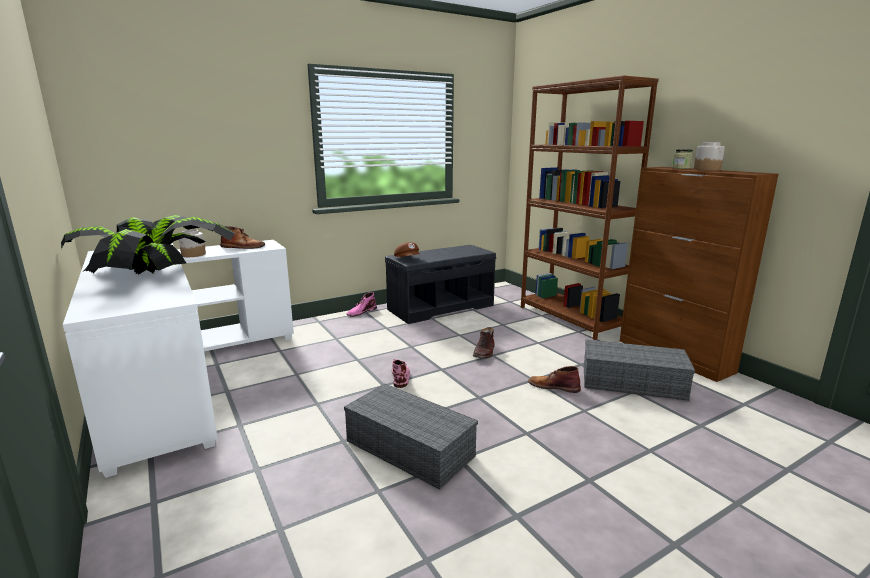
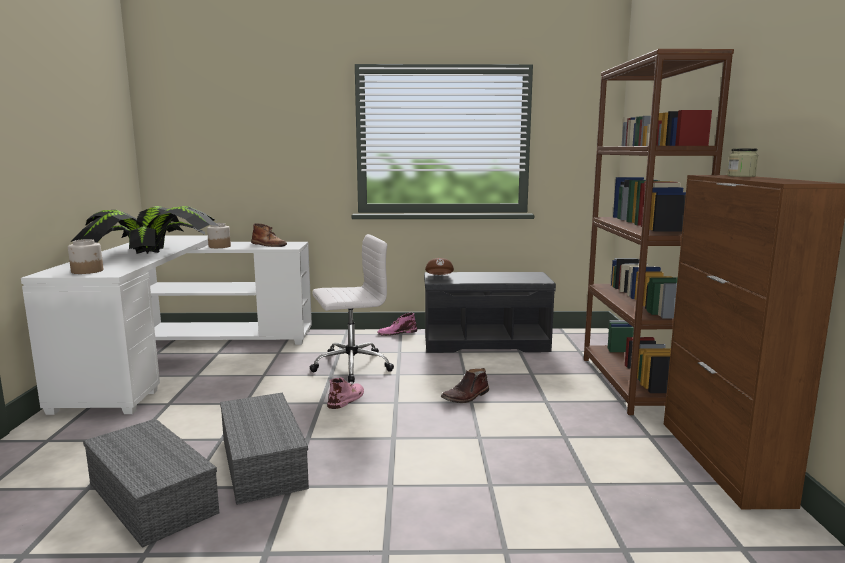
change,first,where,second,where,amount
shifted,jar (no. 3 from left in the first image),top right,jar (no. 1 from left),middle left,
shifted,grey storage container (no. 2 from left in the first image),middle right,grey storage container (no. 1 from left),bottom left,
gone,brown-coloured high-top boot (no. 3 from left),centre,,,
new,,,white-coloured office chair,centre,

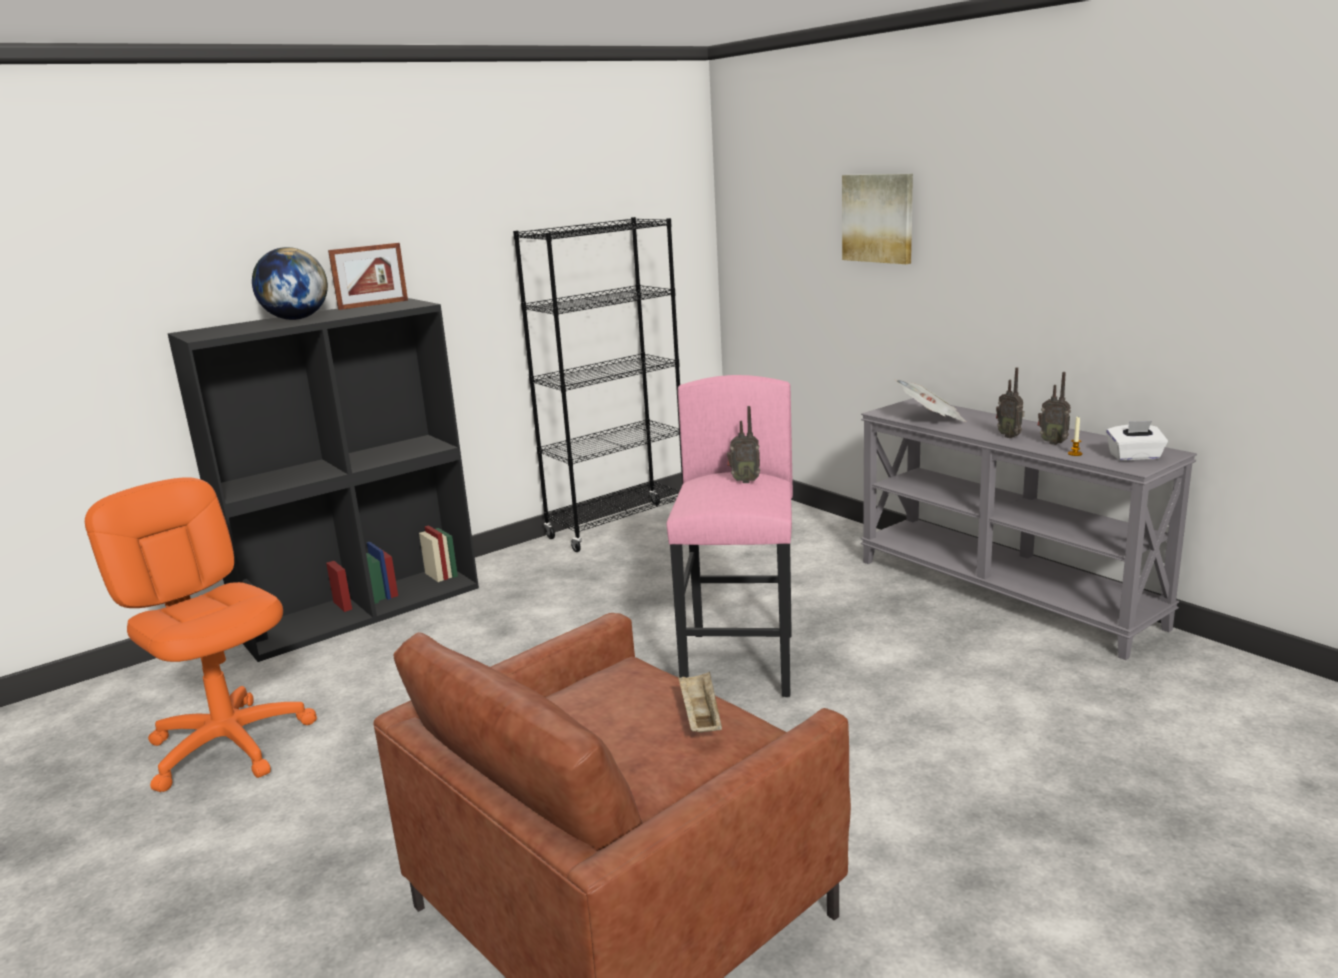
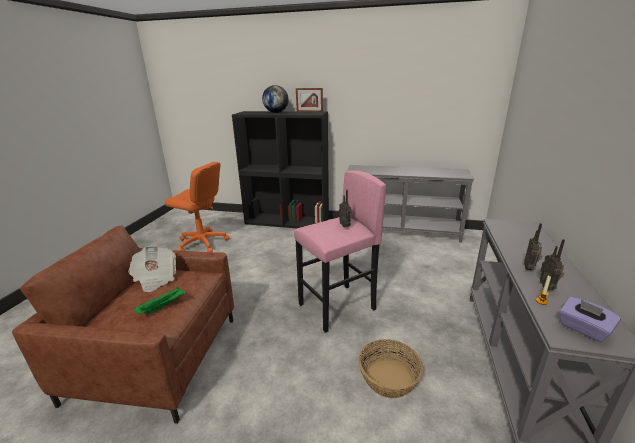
change,first,where,second,where,amount
gone,picture,top centre,,,
swapped,black-coloured bookshelf (no. 2 from left),centre,grey console table (no. 1 from left),centre,
shifted,daily paper,middle right,,middle left,
repainted,white-coloured box of tissues,middle right,purplish box of tissues,bottom right,
rotated,orange office chair,middle left,,middle left,105 degrees clockwise
repainted,beige tray,bottom centre,green tray,bottom left,
new,,,household basket,bottom centre,

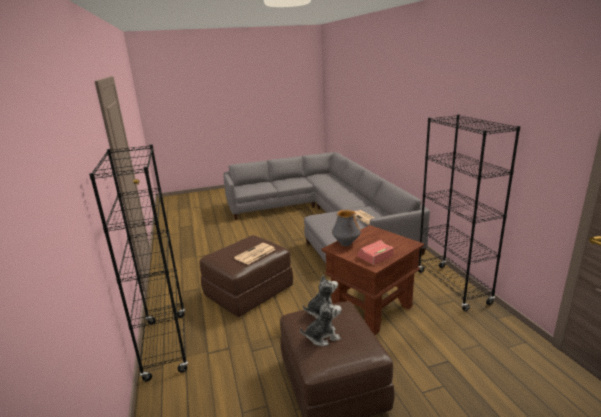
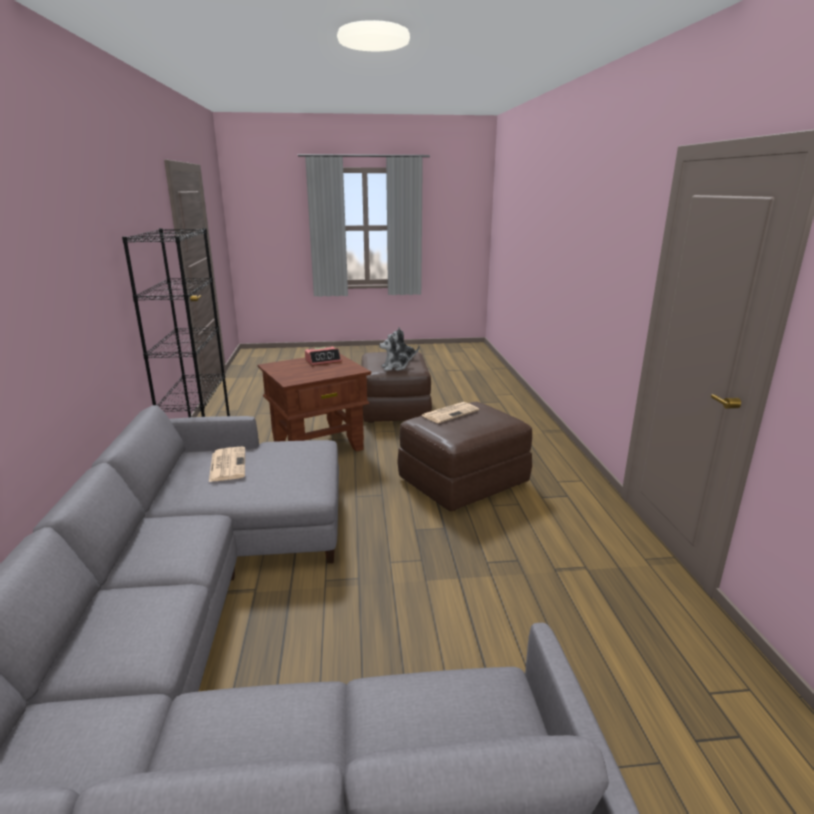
change,first,where,second,where,amount
gone,black-coloured bookshelf (no. 1 from left),middle left,,,
gone,decorative vase,centre,,,

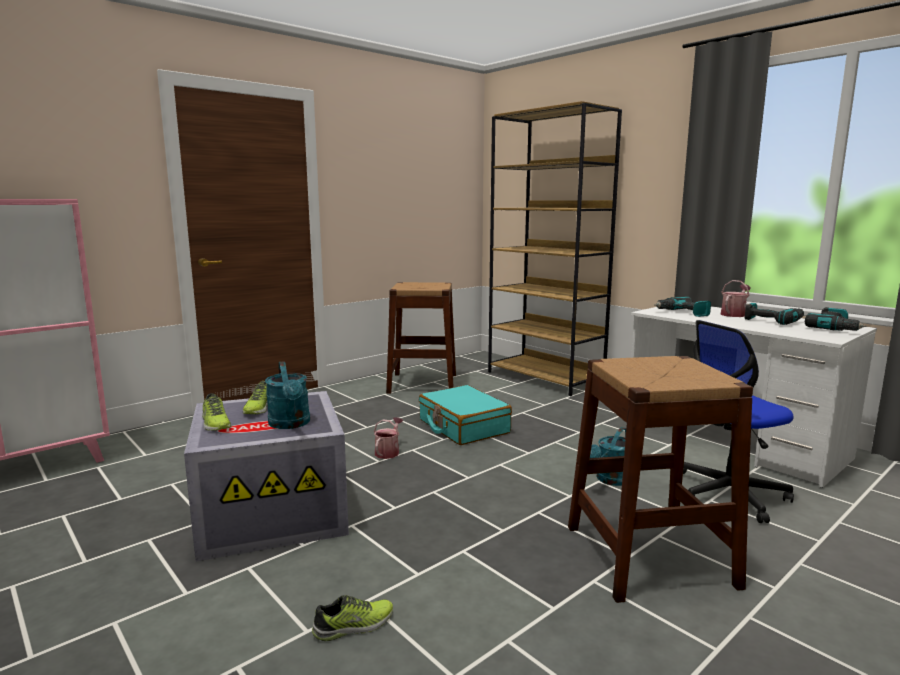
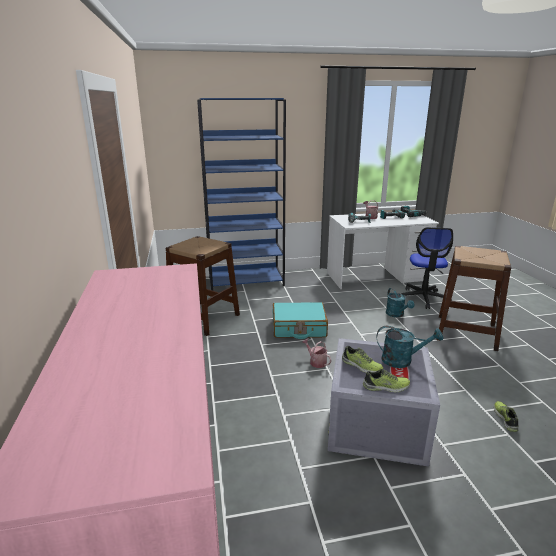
change,first,where,second,where,amount
repainted,brown-coloured bookshelf,centre,blue-coloured bookshelf,centre,

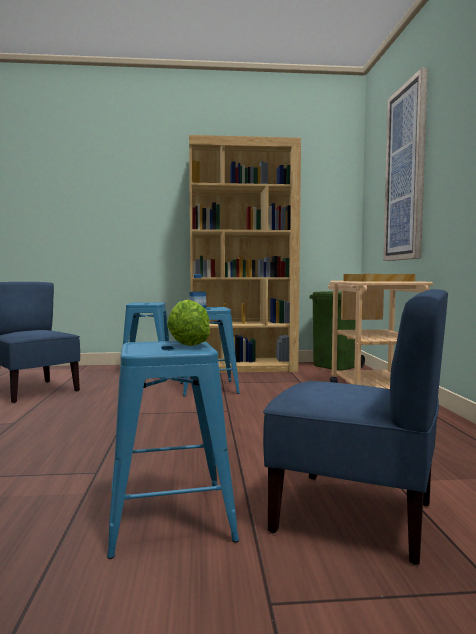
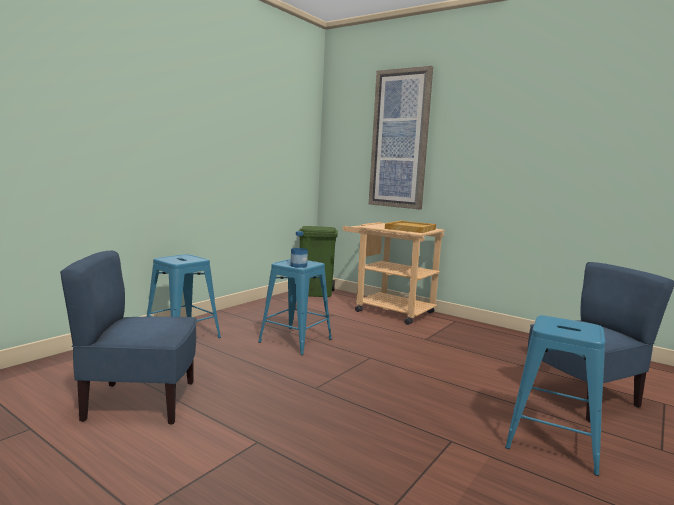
change,first,where,second,where,amount
gone,brown-coloured bookshelf,centre,,,
gone,head of lettuce,centre,,,

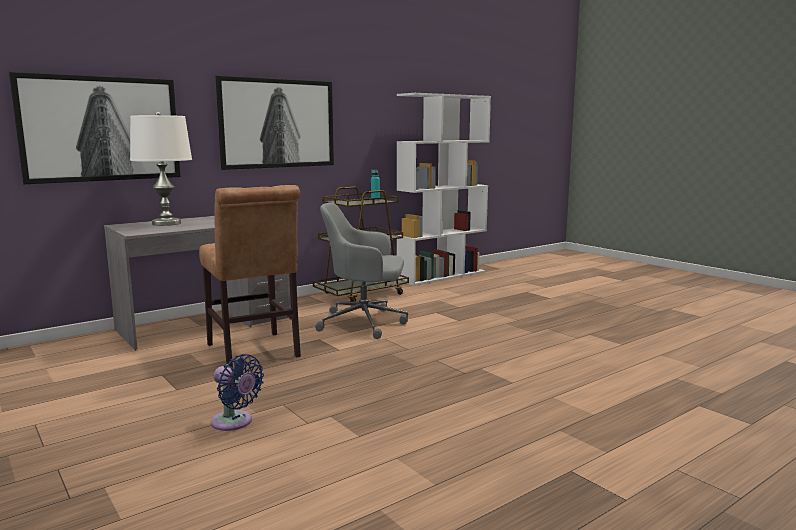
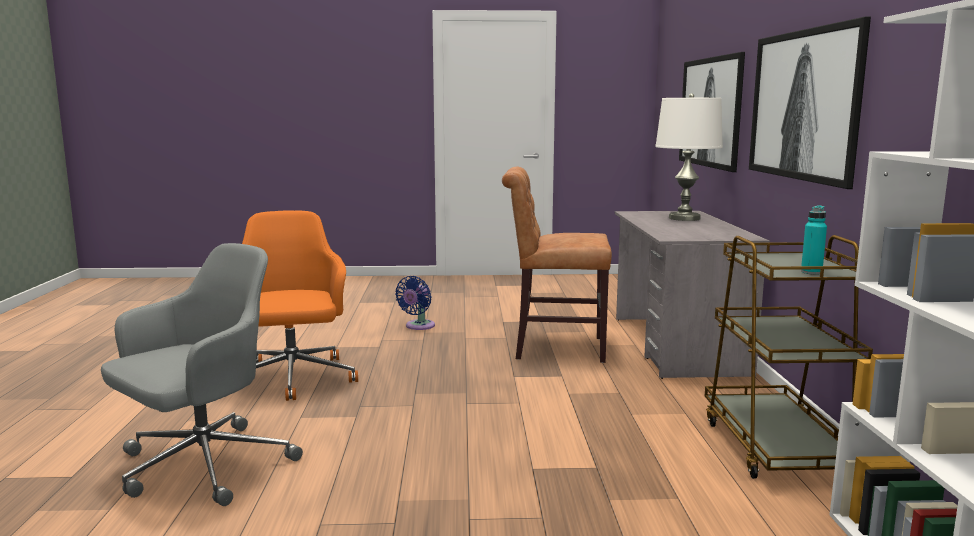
change,first,where,second,where,amount
shifted,grey office chair,centre,,bottom left,
rotated,blue-coloured electric fan,bottom left,,centre,45 degrees counterclockwise
new,,,orange office chair,middle left,

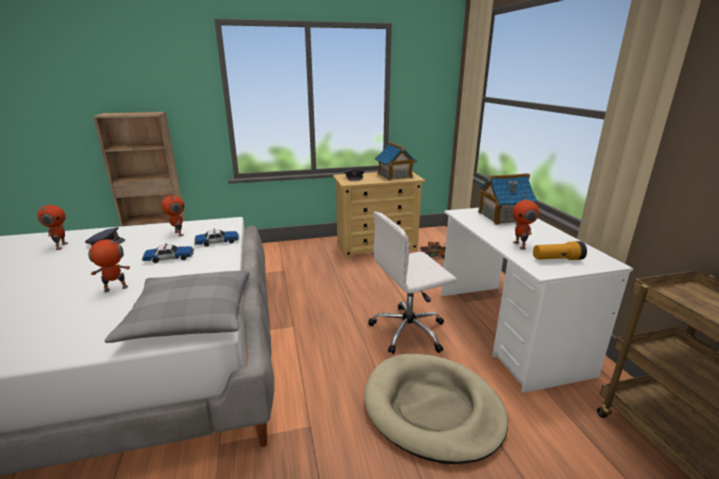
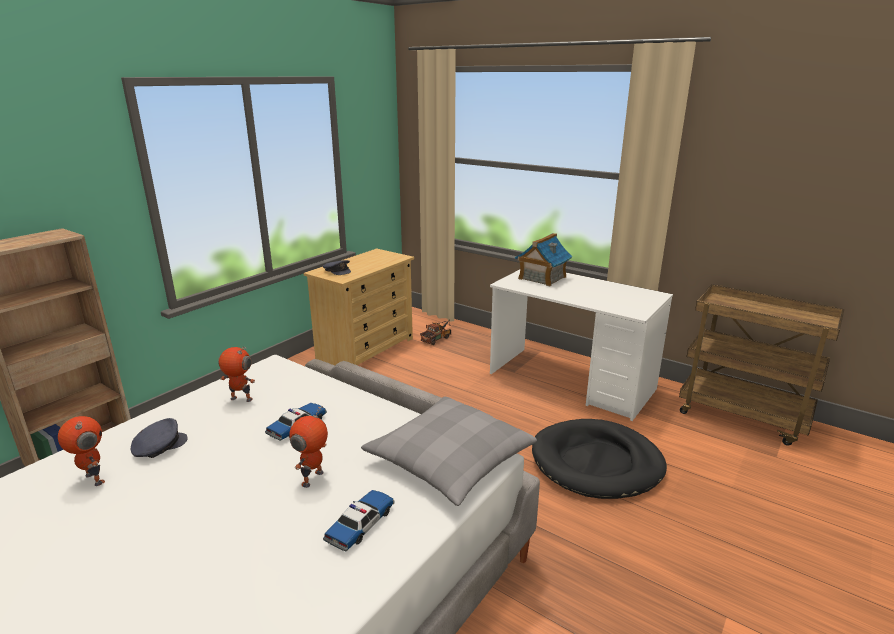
change,first,where,second,where,amount
gone,toy house (no. 1 from left),centre,,,
gone,model robot (no. 4 from left),middle right,,,
gone,white-coloured office chair,centre,,,
shifted,model car (no. 2 from left),middle left,,bottom centre,
gone,hand torch,middle right,,,
repainted,beige dog cushion,bottom centre,black-coloured dog cushion,bottom right,

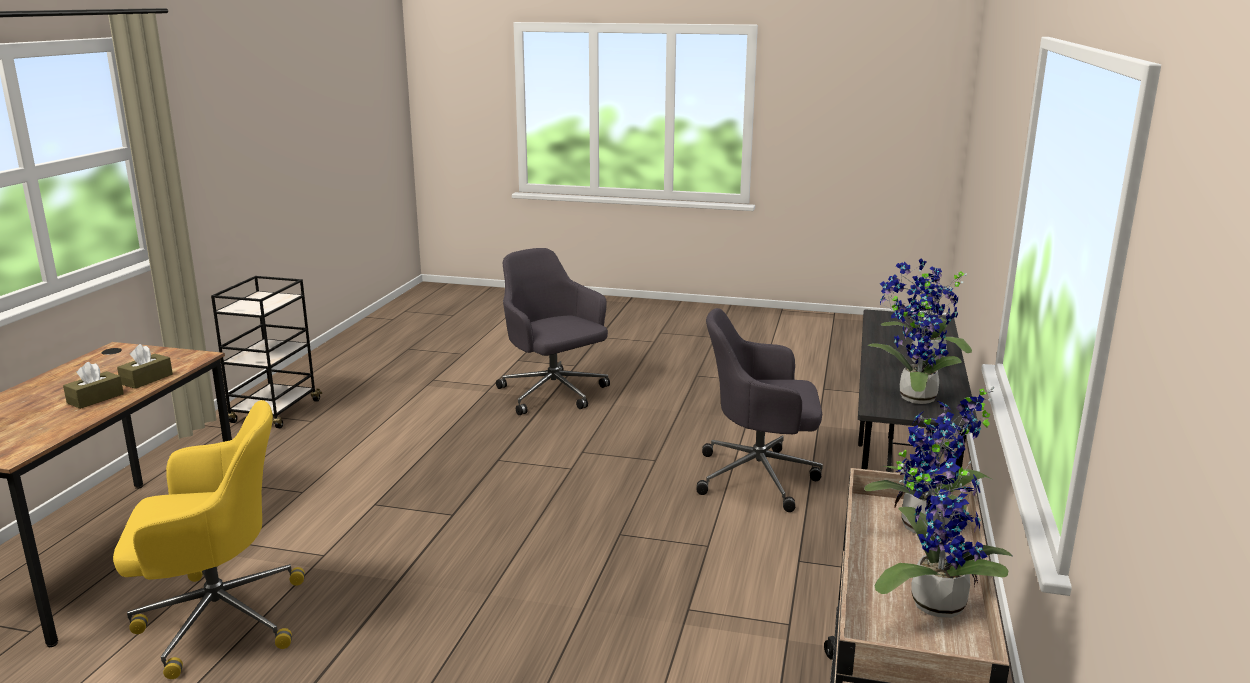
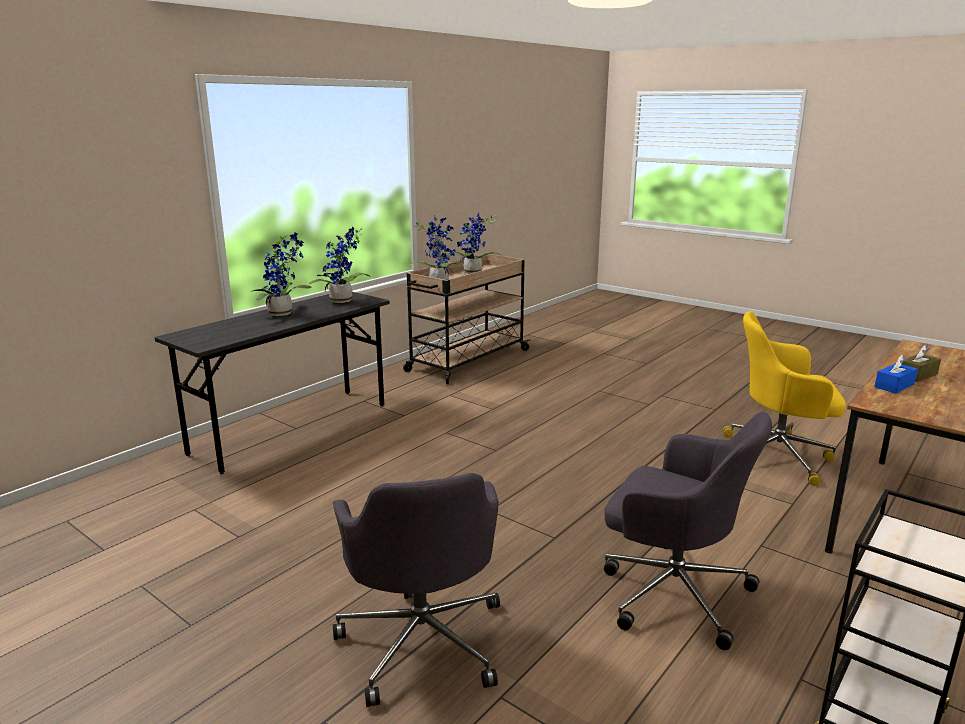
change,first,where,second,where,amount
shifted,grey office chair (no. 2 from left),centre,,bottom right,
repainted,brown-coloured box of tissues (no. 2 from left),middle left,blue-coloured box of tissues,middle right,

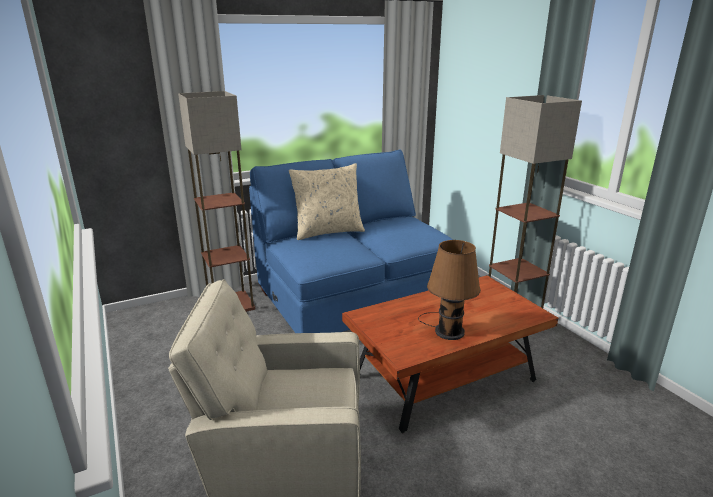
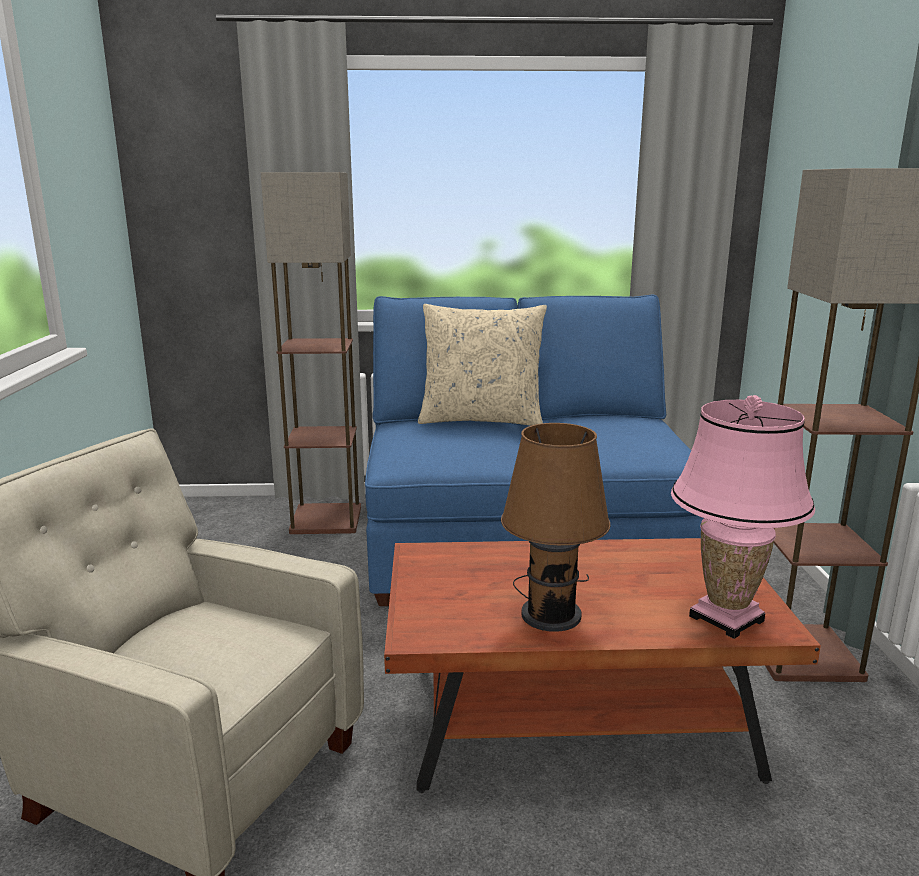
change,first,where,second,where,amount
new,,,pink-coloured table lamp,middle right,

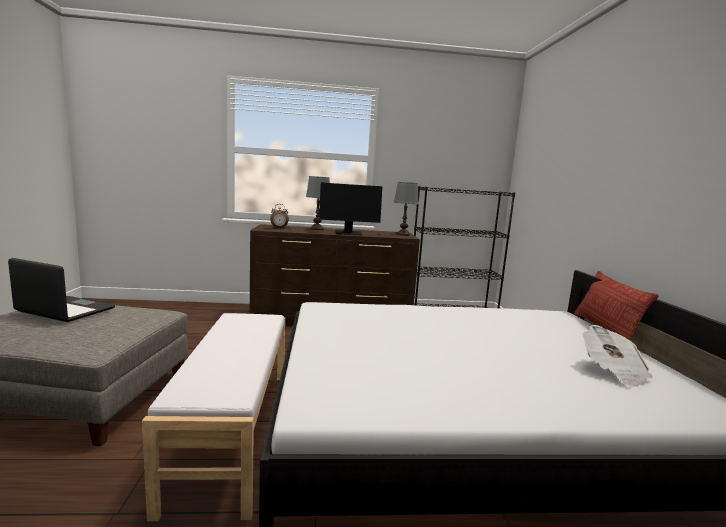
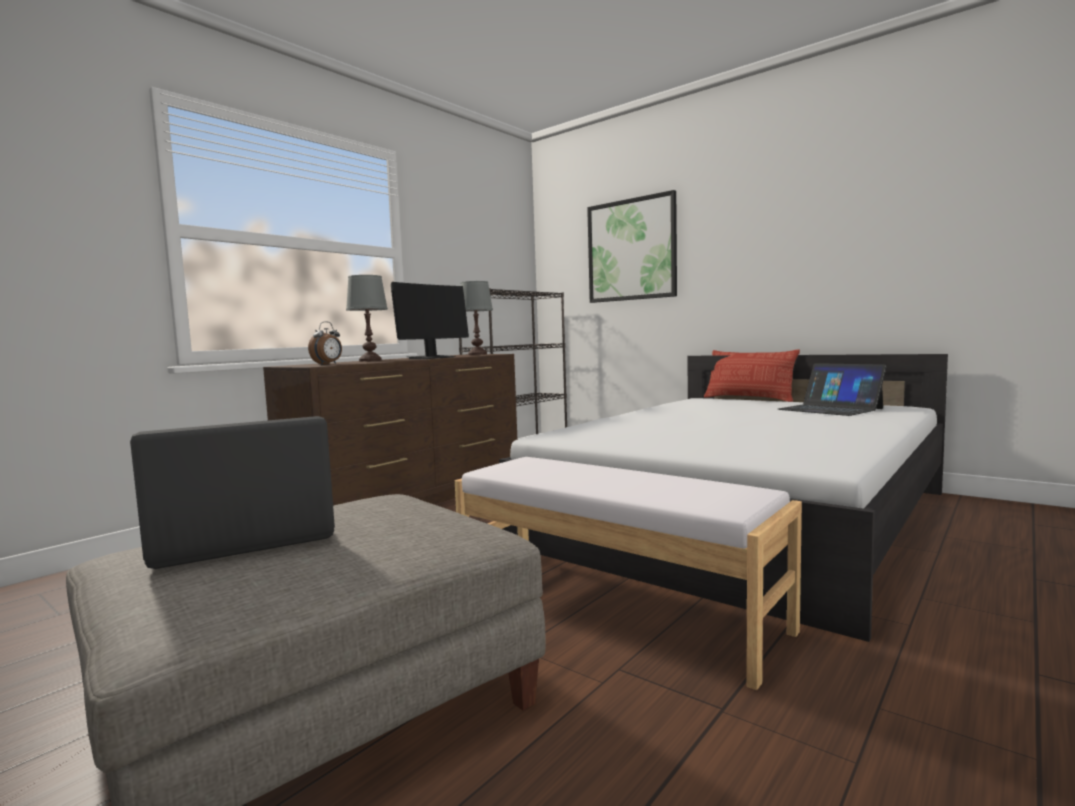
change,first,where,second,where,amount
swapped,daily paper,bottom right,notebook computer (no. 2 from left),middle right,
new,,,picture,top centre,

